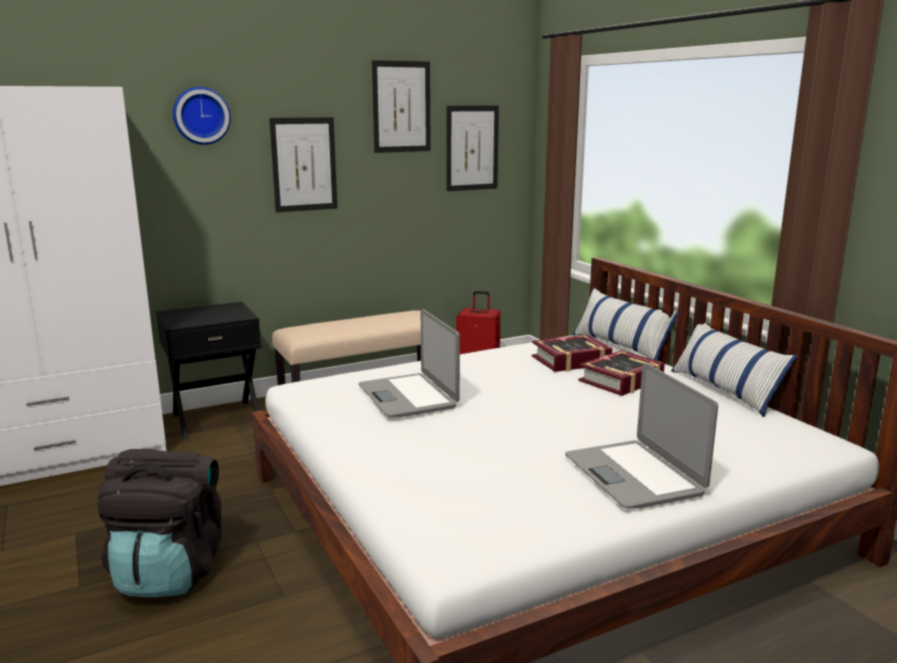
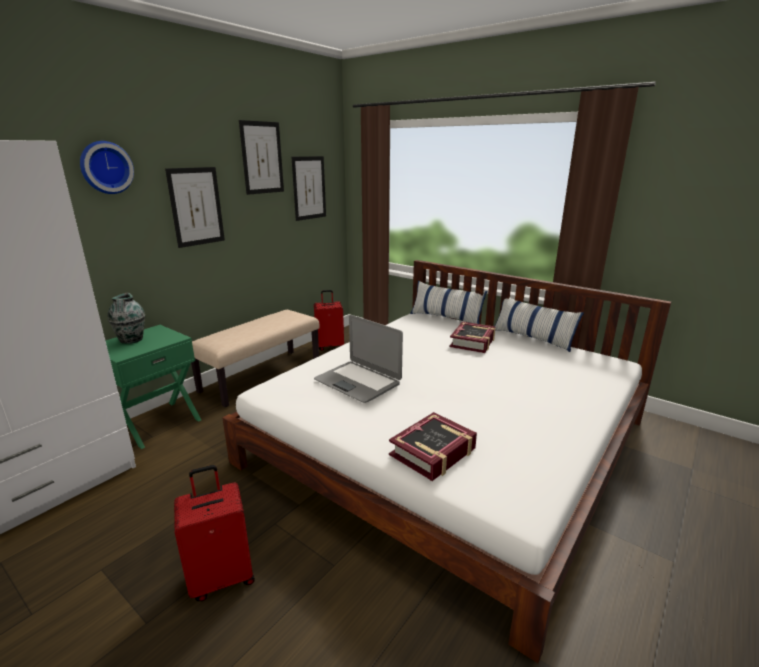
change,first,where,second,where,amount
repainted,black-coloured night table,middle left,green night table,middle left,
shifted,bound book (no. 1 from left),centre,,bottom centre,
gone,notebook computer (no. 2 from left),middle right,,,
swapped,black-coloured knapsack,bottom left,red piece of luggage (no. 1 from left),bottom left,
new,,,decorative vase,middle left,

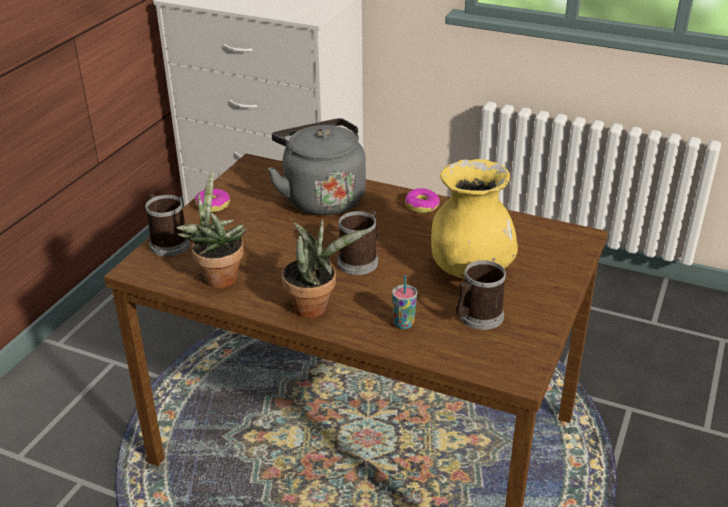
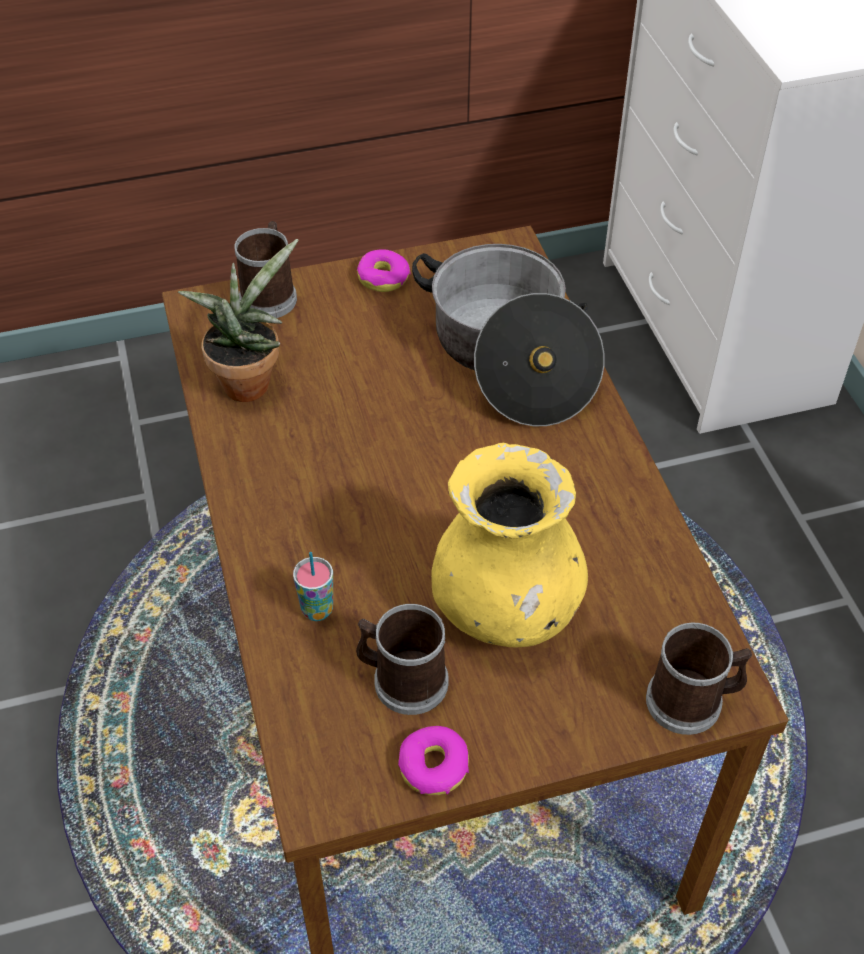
change,first,where,second,where,amount
swapped,grey water kettle,top centre,stockpot,centre,
shifted,donut (no. 2 from left),centre,,bottom centre,
shifted,tea mug (no. 2 from left in the first image),centre,tea mug (no. 3 from left),bottom right,
gone,plant in a pot (no. 2 from left),centre,,,

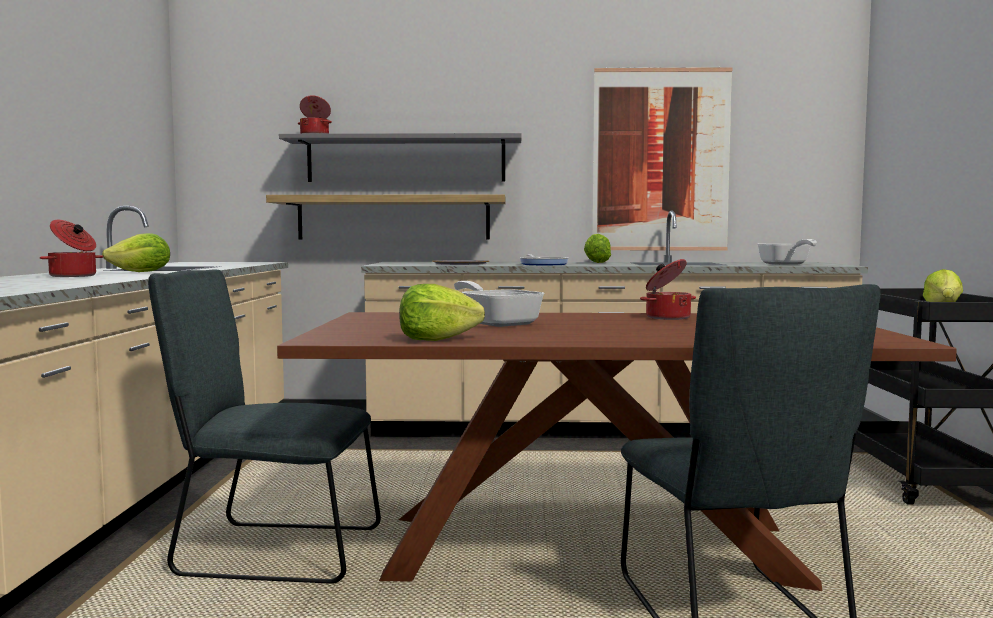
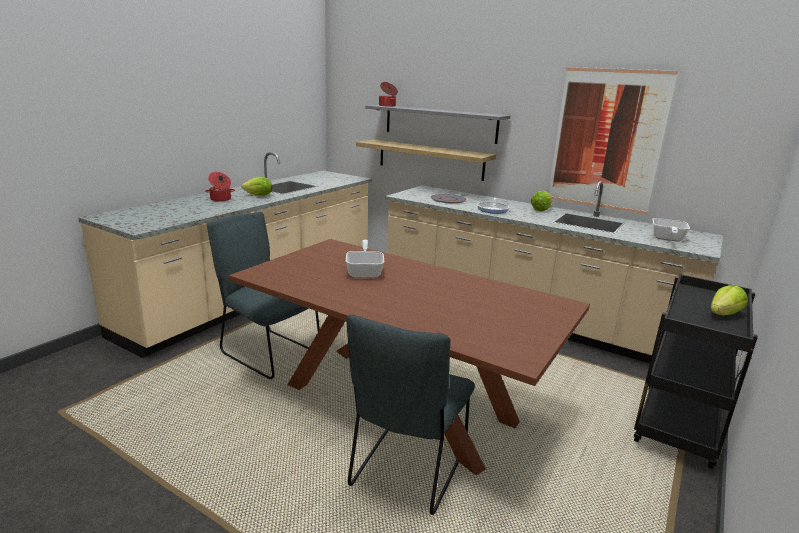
change,first,where,second,where,amount
gone,stockpot (no. 3 from left),middle right,,,
gone,head of lettuce (no. 2 from left),centre,,,

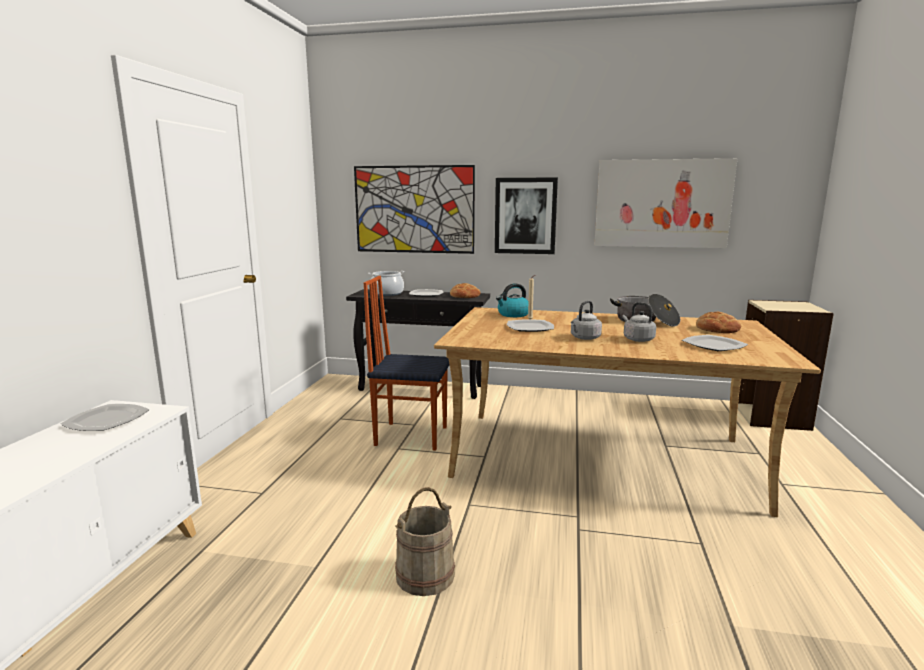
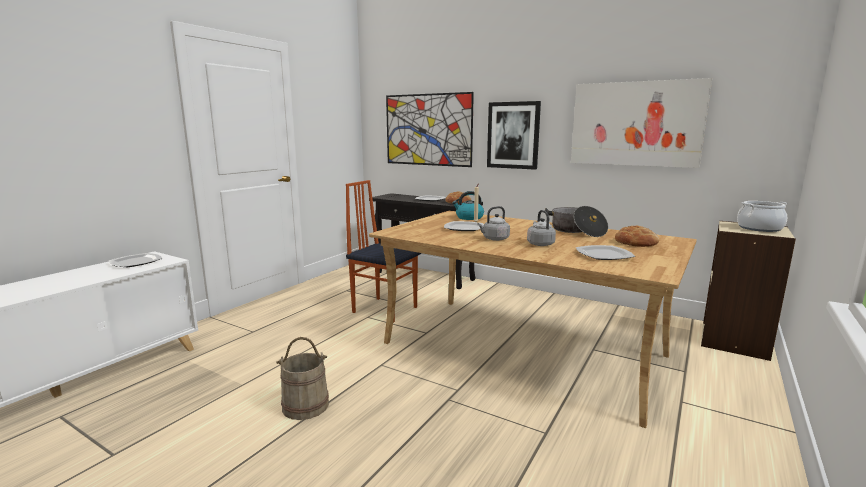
change,first,where,second,where,amount
shifted,stockpot (no. 1 from left in the first image),centre,stockpot (no. 2 from left),middle right,

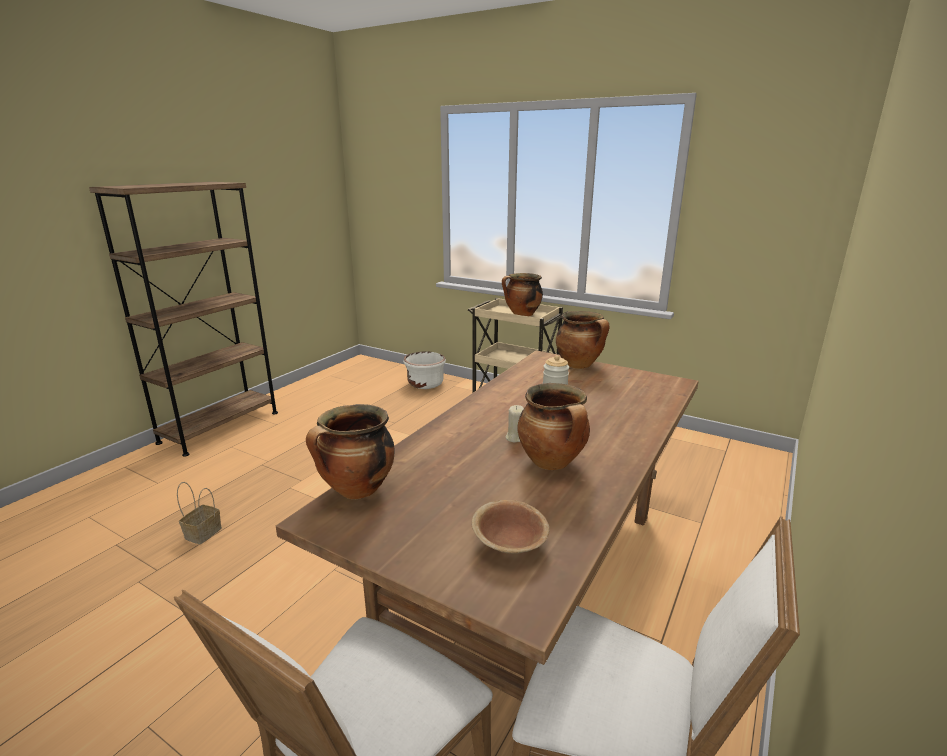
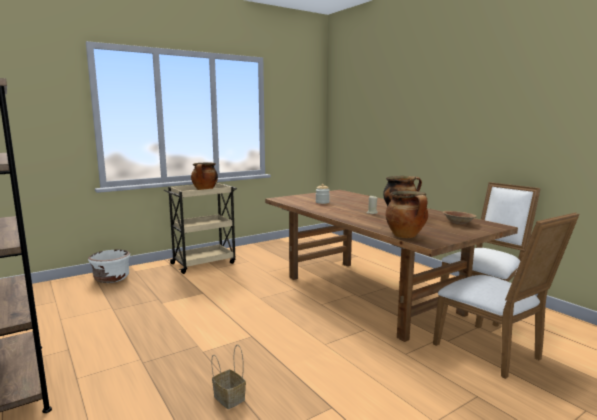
change,first,where,second,where,amount
gone,stockpot (no. 4 from left),centre,,,

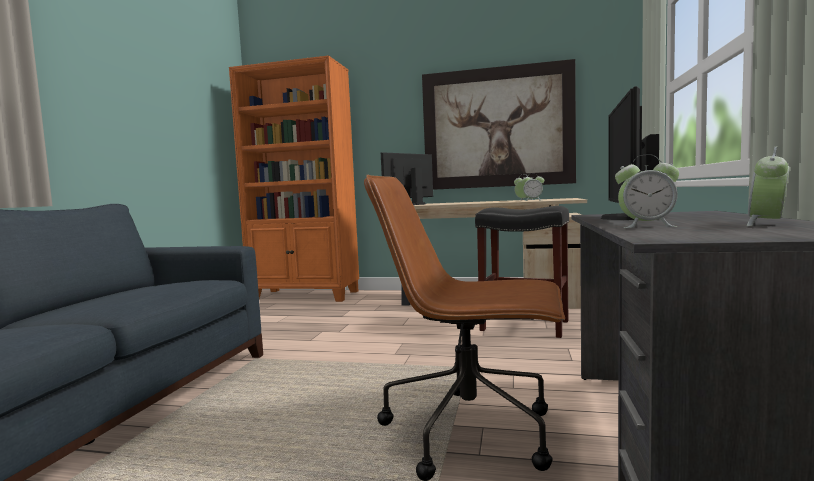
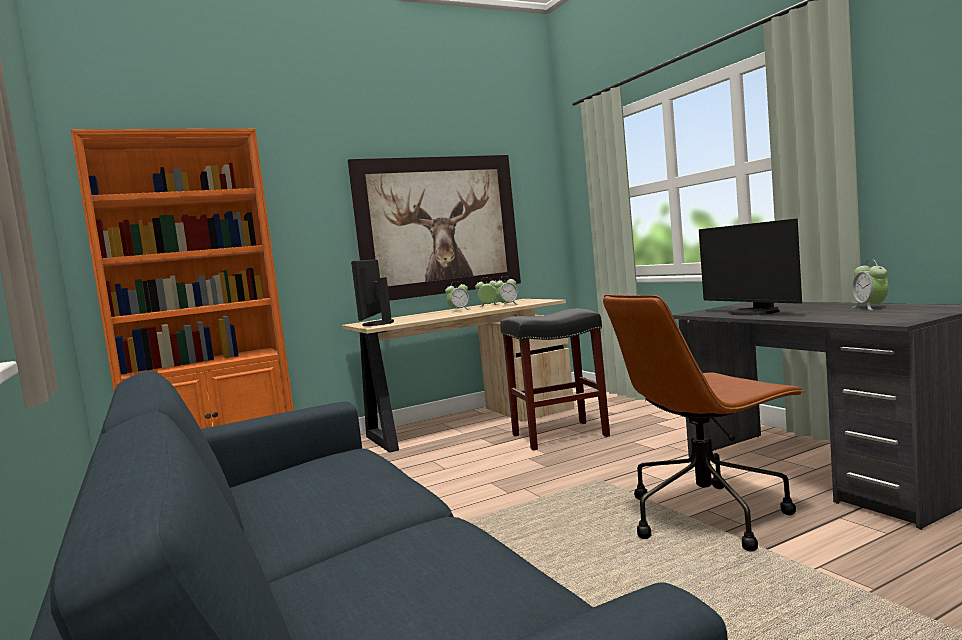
change,first,where,second,where,amount
shifted,alarm clock (no. 3 from left in the first image),middle right,alarm clock (no. 1 from left),centre,

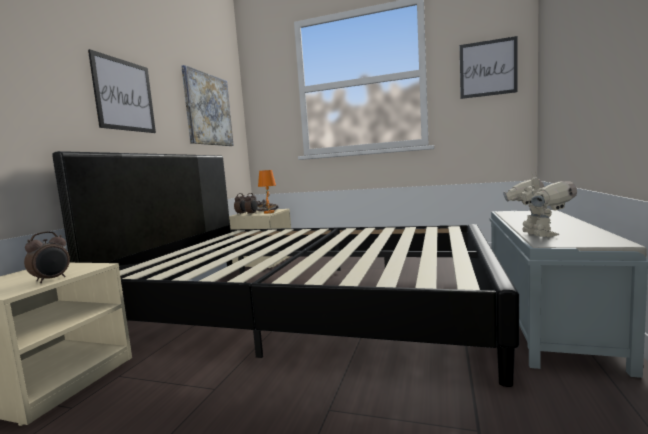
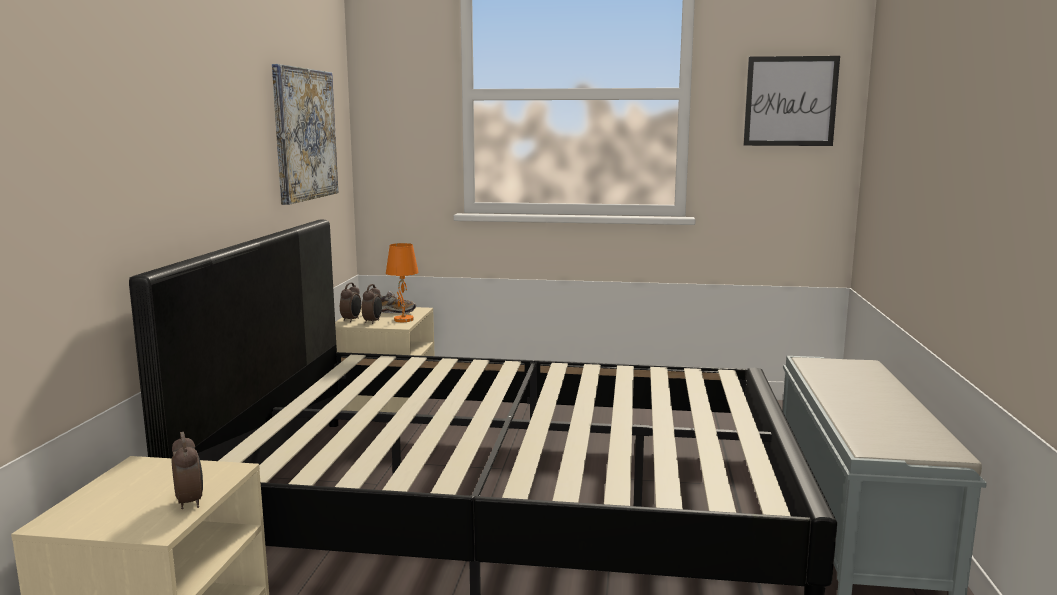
change,first,where,second,where,amount
gone,picture (no. 1 from left),top left,,,
gone,model robot,middle right,,,
rotated,alarm clock (no. 1 from left),middle left,,bottom left,45 degrees counterclockwise

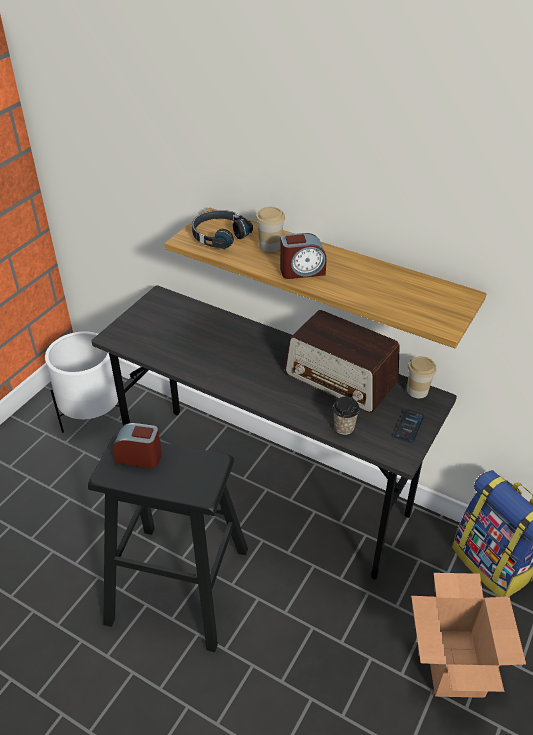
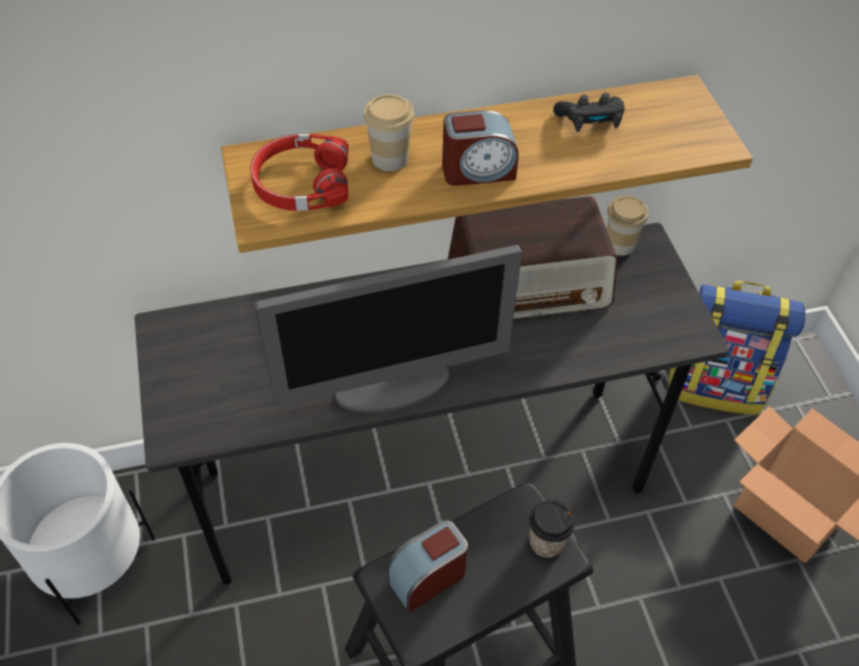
change,first,where,second,where,amount
repainted,black-coloured headphones,top centre,red headphones,top centre,
rotated,alarm clock (no. 2 from left),centre,,top centre,45 degrees clockwise
shifted,small cup (no. 2 from left),centre,,bottom centre,
gone,handset,middle right,,,
new,,,black-coloured gamepad,top right,
new,,,computer display,centre,

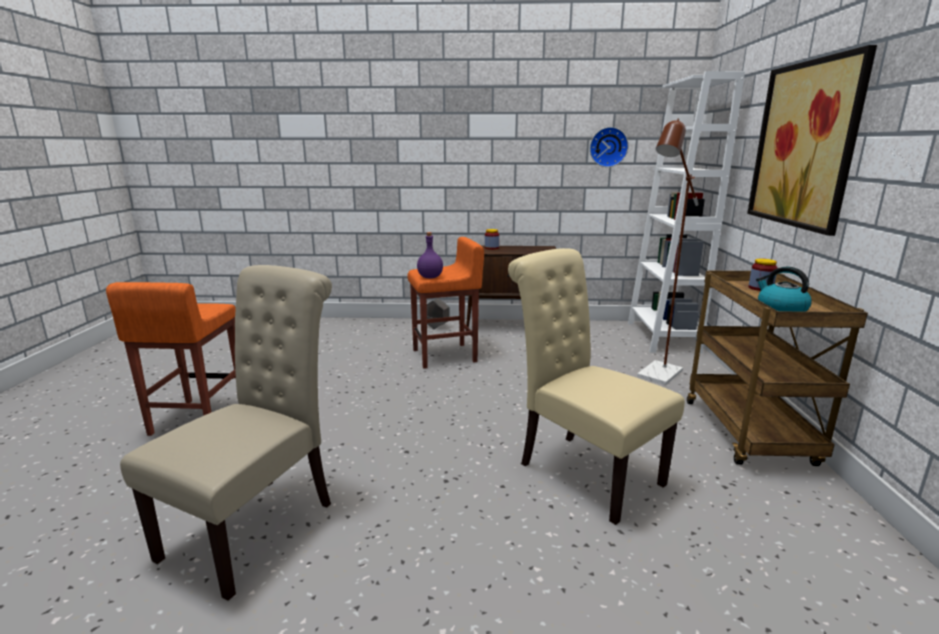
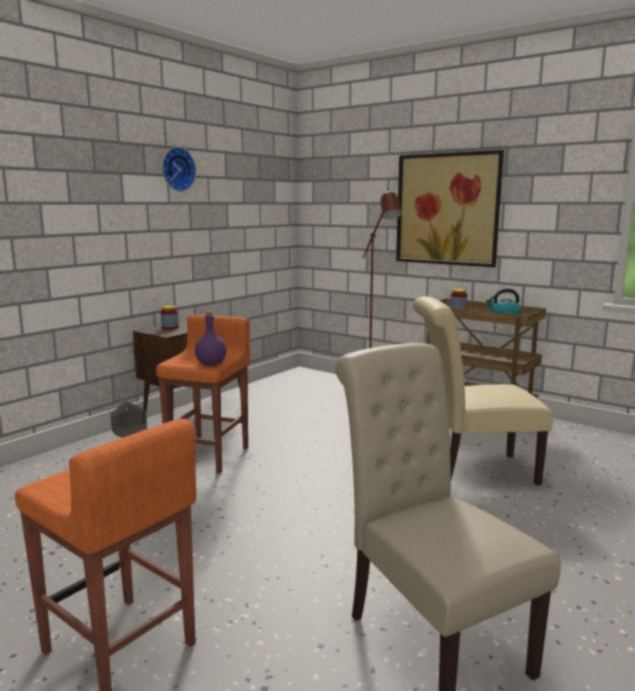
change,first,where,second,where,amount
gone,white-coloured bookshelf,middle right,,,
shifted,wall clock,top centre,,top left,

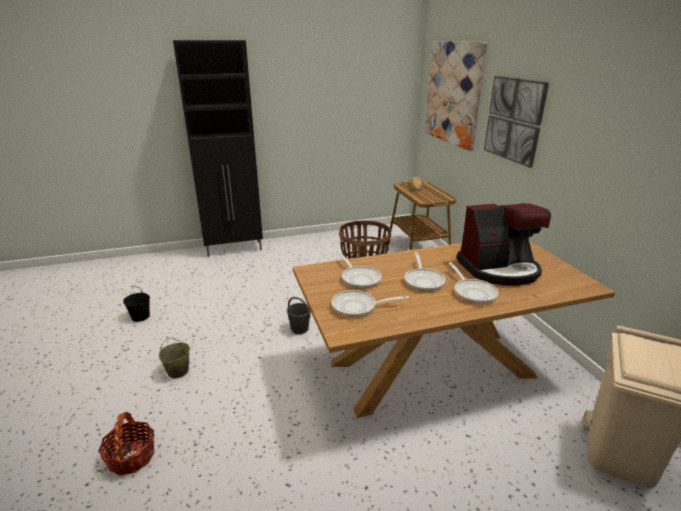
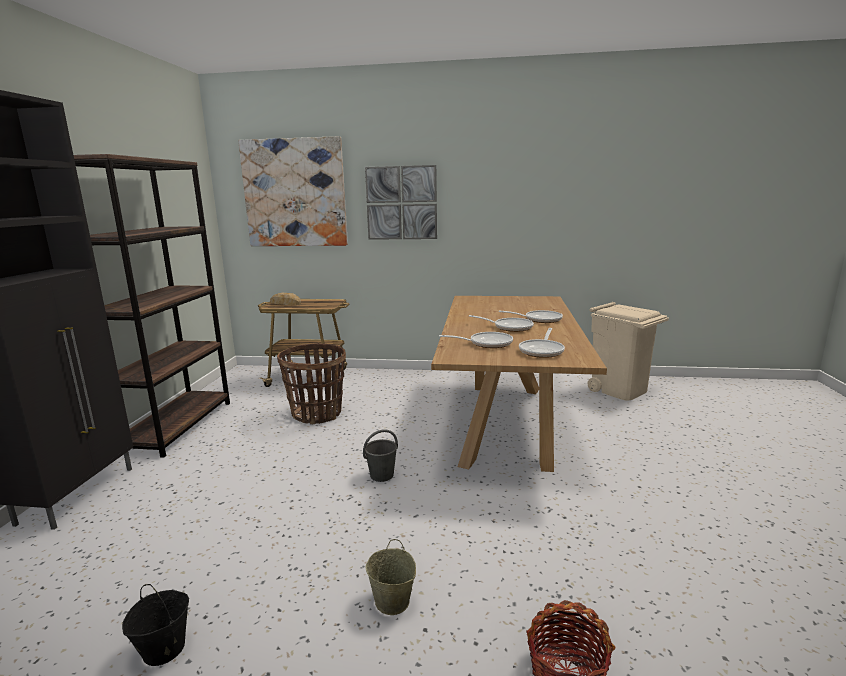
change,first,where,second,where,amount
gone,coffee maker,middle right,,,
new,,,brown-coloured bookshelf,middle left,

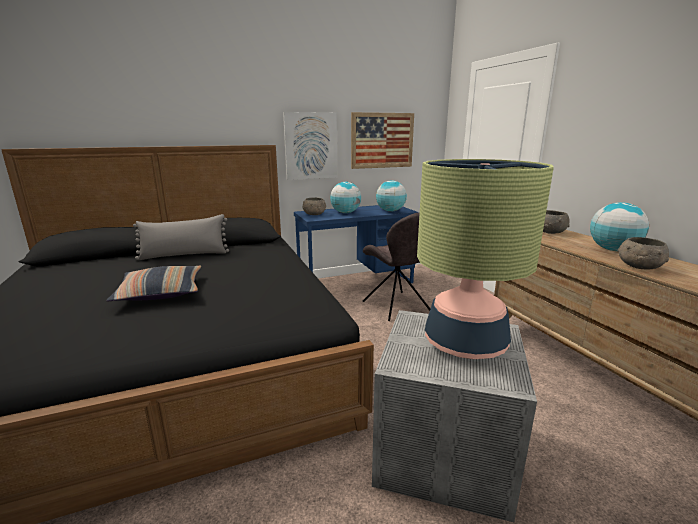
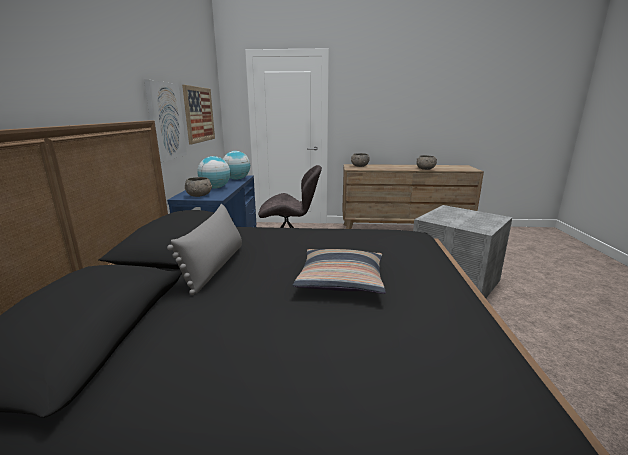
change,first,where,second,where,amount
gone,table lamp,middle right,,,
gone,world globe (no. 3 from left),middle right,,,

